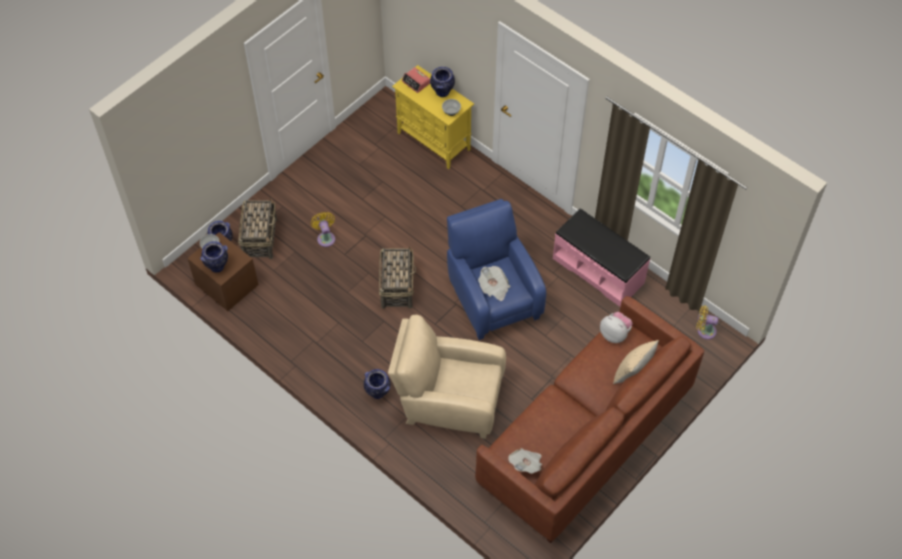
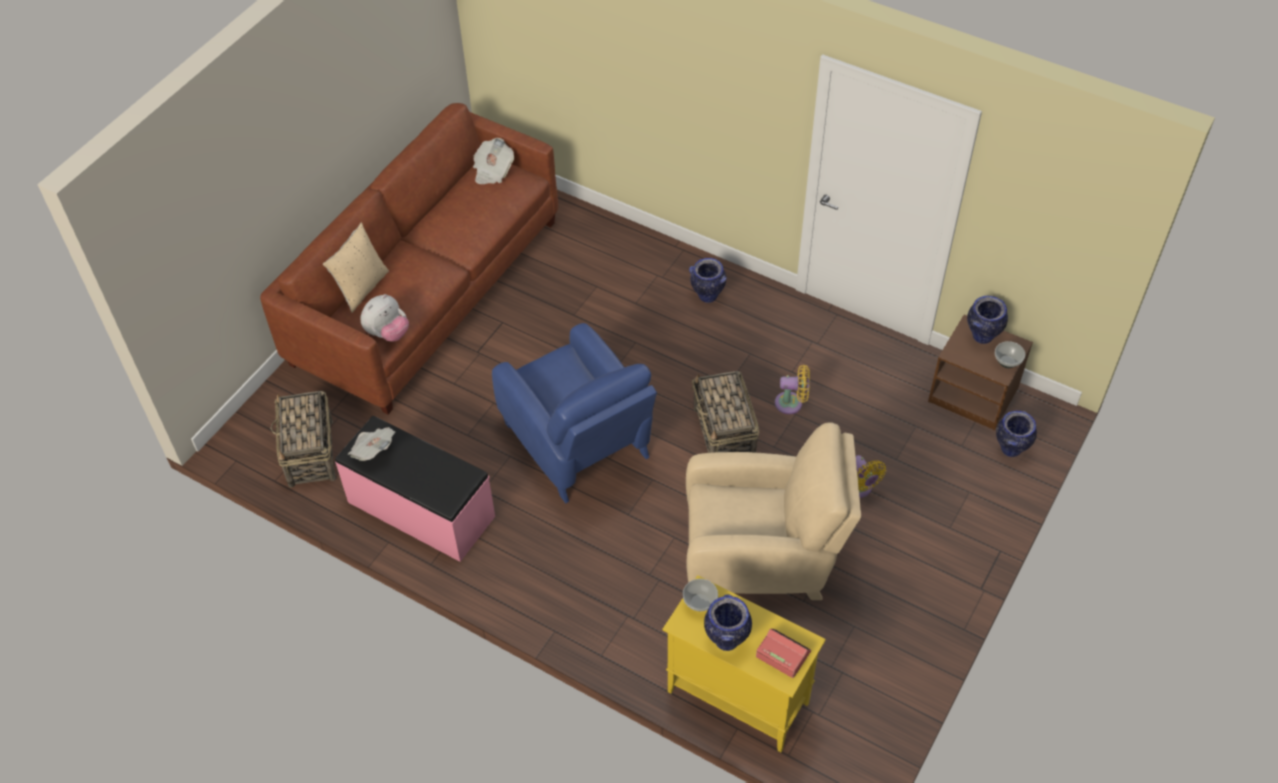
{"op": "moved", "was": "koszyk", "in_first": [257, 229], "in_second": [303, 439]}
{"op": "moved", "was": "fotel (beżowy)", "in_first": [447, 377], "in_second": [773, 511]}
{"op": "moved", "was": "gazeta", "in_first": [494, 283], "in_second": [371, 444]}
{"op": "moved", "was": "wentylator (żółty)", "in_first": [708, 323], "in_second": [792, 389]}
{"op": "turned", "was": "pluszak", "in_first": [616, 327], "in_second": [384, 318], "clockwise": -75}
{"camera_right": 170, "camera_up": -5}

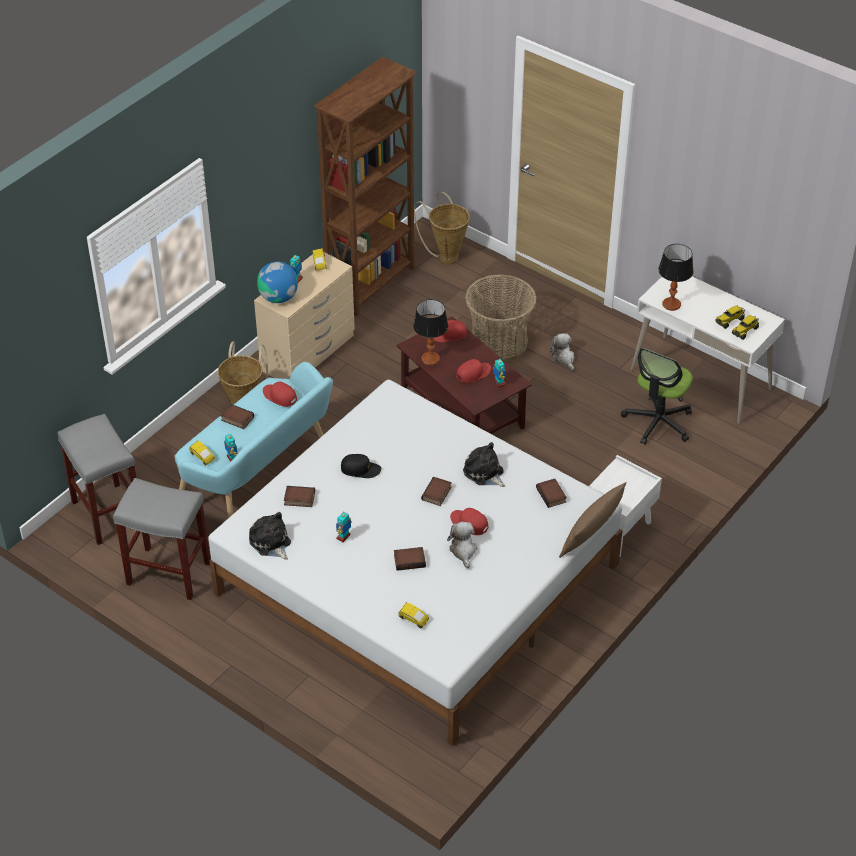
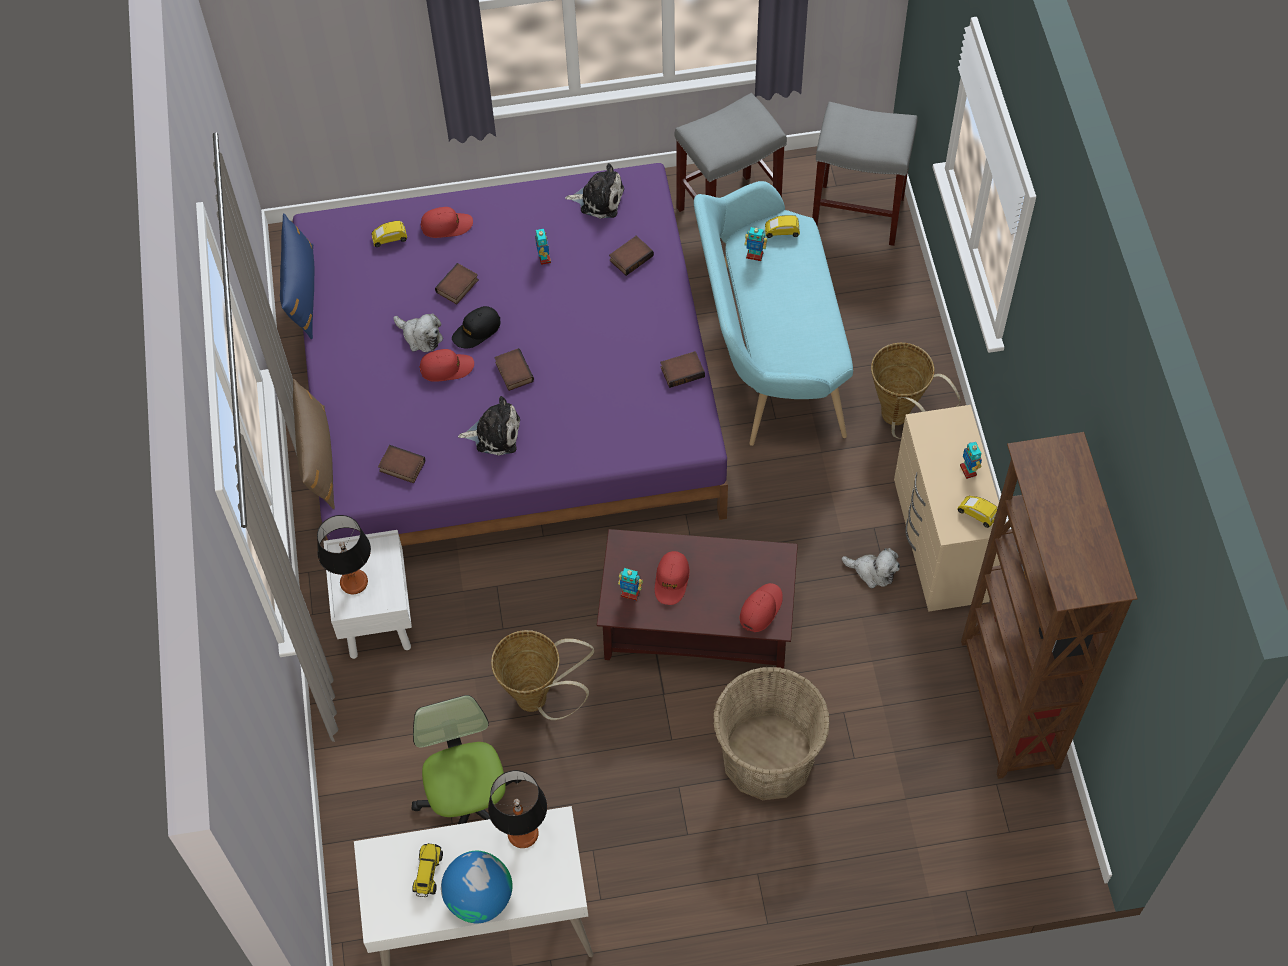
{"op": "removed", "was": "ciężarówka zabawkowa", "in_first": [745, 327]}
{"op": "added", "now": "poduszka (niebieski)", "in_second": [297, 276]}
{"op": "moved", "was": "książka", "in_first": [237, 416], "in_second": [682, 369]}
{"op": "moved", "was": "globus", "in_first": [277, 282], "in_second": [477, 887]}
{"op": "moved", "was": "czapka z daszkiem (czerwony)", "in_first": [280, 394], "in_second": [446, 222]}
{"op": "moved", "was": "czapka z daszkiem (czarny)", "in_first": [361, 466], "in_second": [476, 327]}
{"op": "moved", "was": "lampa stołowa", "in_first": [430, 332], "in_second": [344, 554]}
{"op": "moved", "was": "koszyk", "in_first": [442, 228], "in_second": [542, 675]}
{"op": "moved", "was": "pluszak", "in_first": [562, 352], "in_second": [871, 568]}
{"op": "recoloured", "was": "łóżko (biały)", "now": "łóżko (fioletowy)", "in_first": [415, 563], "in_second": [510, 354]}
{"camera_right": 135, "camera_up": 15}

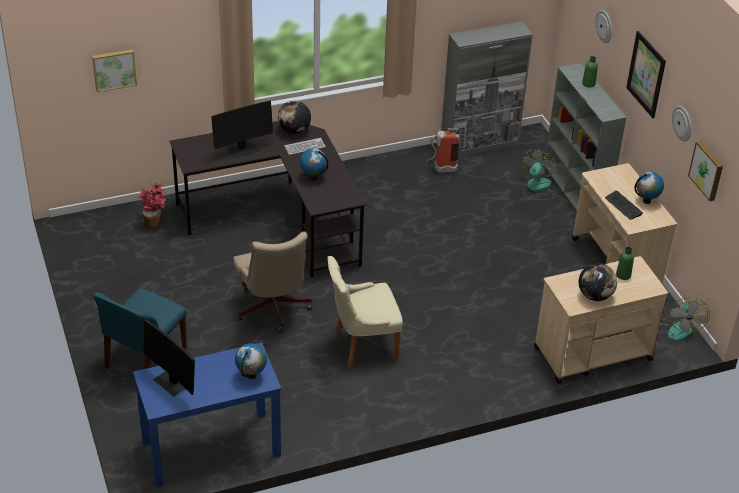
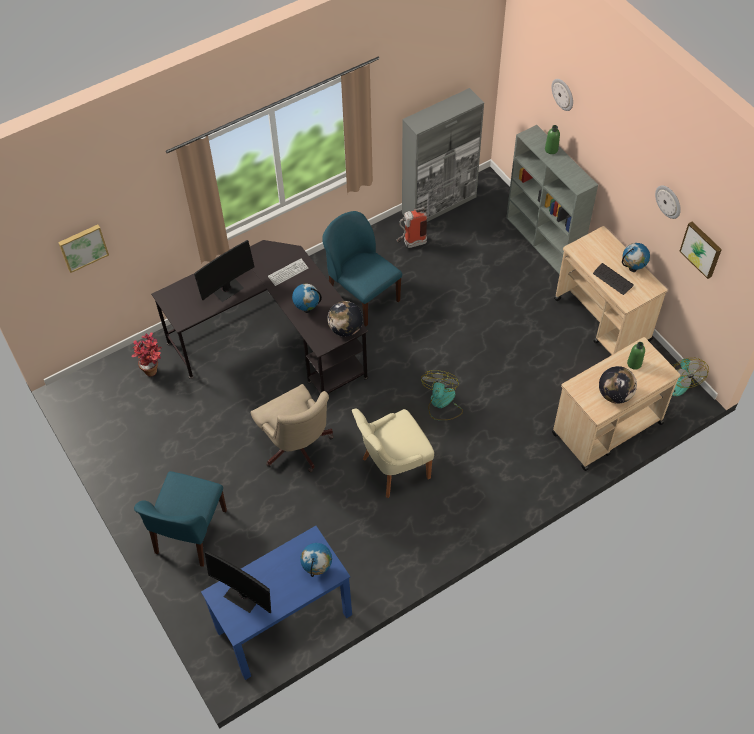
{"op": "removed", "was": "obraz", "in_first": [646, 74]}
{"op": "added", "now": "krzesło (niebieski)", "in_second": [362, 268]}
{"op": "moved", "was": "globus", "in_first": [294, 117], "in_second": [345, 319]}
{"op": "moved", "was": "wentylator", "in_first": [539, 174], "in_second": [442, 395]}
{"camera_right": -10, "camera_up": 15}

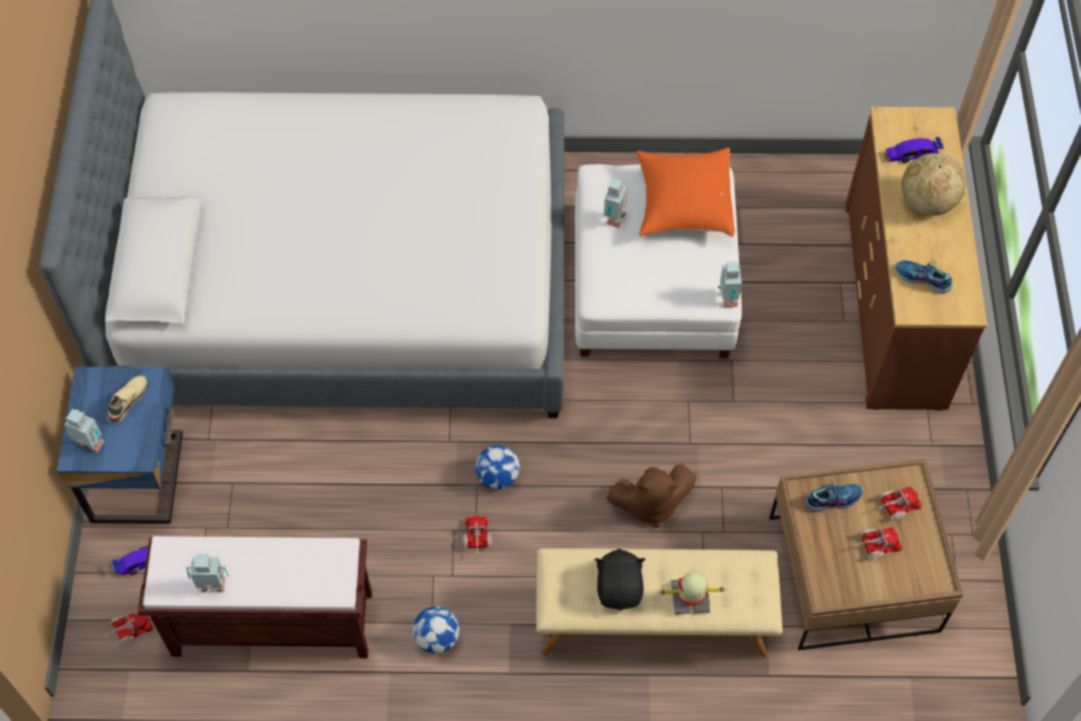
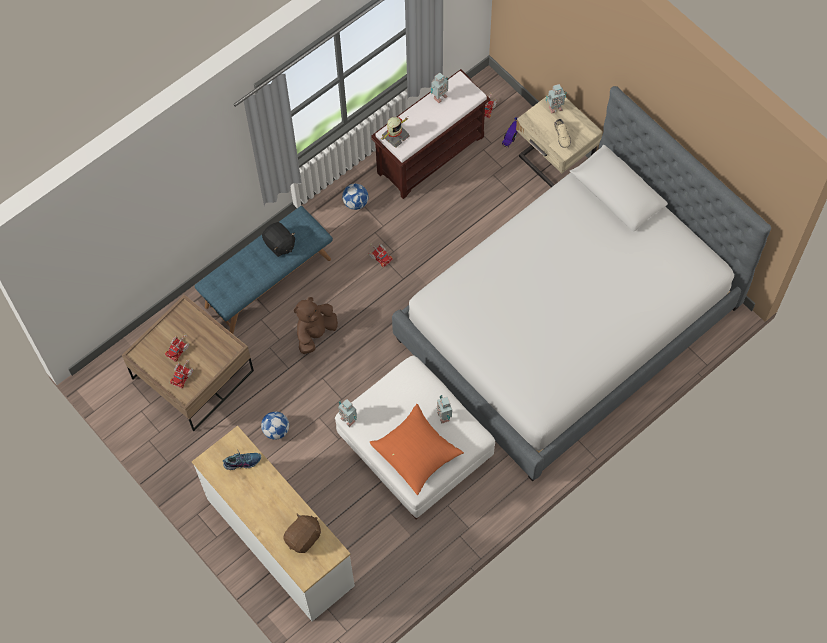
{"op": "removed", "was": "but", "in_first": [833, 495]}
{"op": "removed", "was": "globus", "in_first": [934, 184]}
{"op": "moved", "was": "piłka futbolowa", "in_first": [497, 467], "in_second": [275, 426]}
{"op": "moved", "was": "robot zabawkowy", "in_first": [692, 593], "in_second": [395, 132]}
{"op": "replaced", "was": "samochodzik", "now": "pluszak (brązowy)", "in_first": [914, 150], "in_second": [302, 533]}
{"op": "recoloured", "was": "szafka nocna (niebieski)", "now": "szafka nocna (beżowy)", "in_first": [120, 445], "in_second": [559, 141]}
{"op": "recoloured", "was": "ławka (beżowy)", "now": "ławka (niebieski)", "in_first": [659, 602], "in_second": [264, 270]}
{"op": "recoloured", "was": "komoda (brązowy)", "now": "komoda (biały)", "in_first": [916, 258], "in_second": [273, 523]}
{"camera_right": 140, "camera_up": 5}

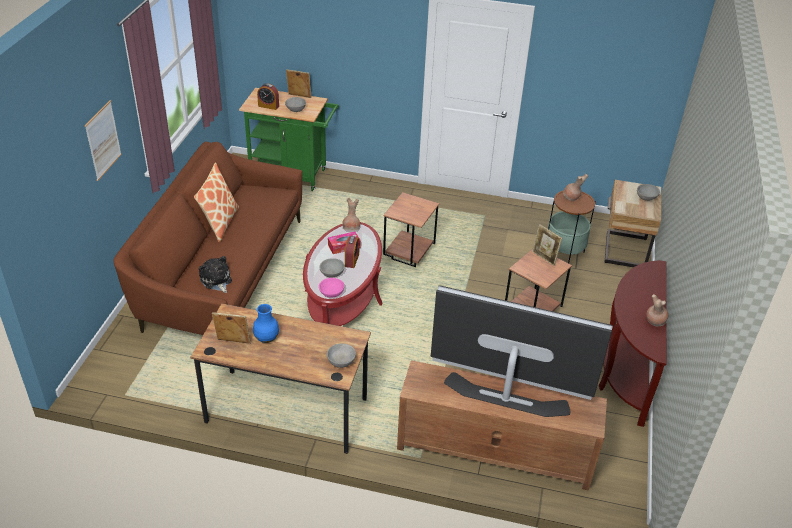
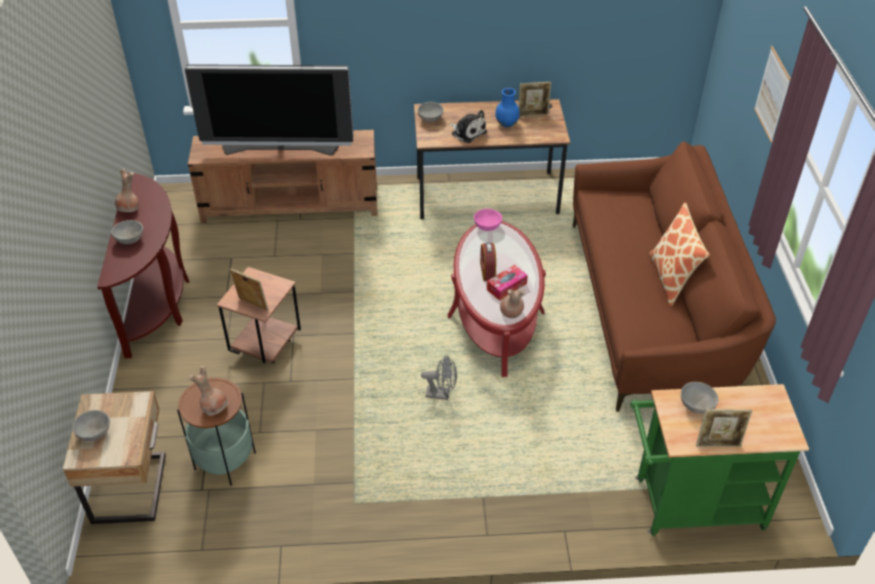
{"op": "removed", "was": "budzik", "in_first": [268, 96]}
{"op": "moved", "was": "pluszak", "in_first": [215, 274], "in_second": [468, 126]}
{"op": "moved", "was": "miska (szary)", "in_first": [332, 268], "in_second": [127, 232]}
{"op": "replaced", "was": "stolik (brązowy)", "now": "wentylator (szary)", "in_first": [411, 229], "in_second": [439, 377]}
{"camera_right": 165, "camera_up": 5}

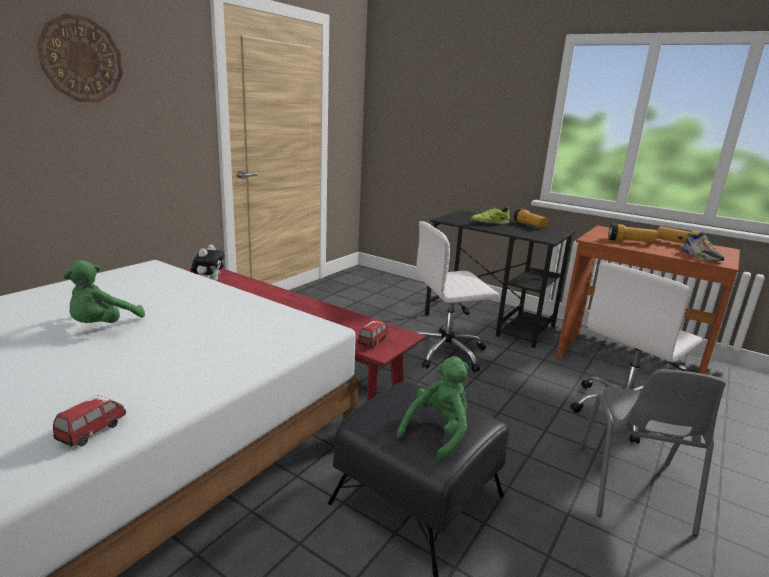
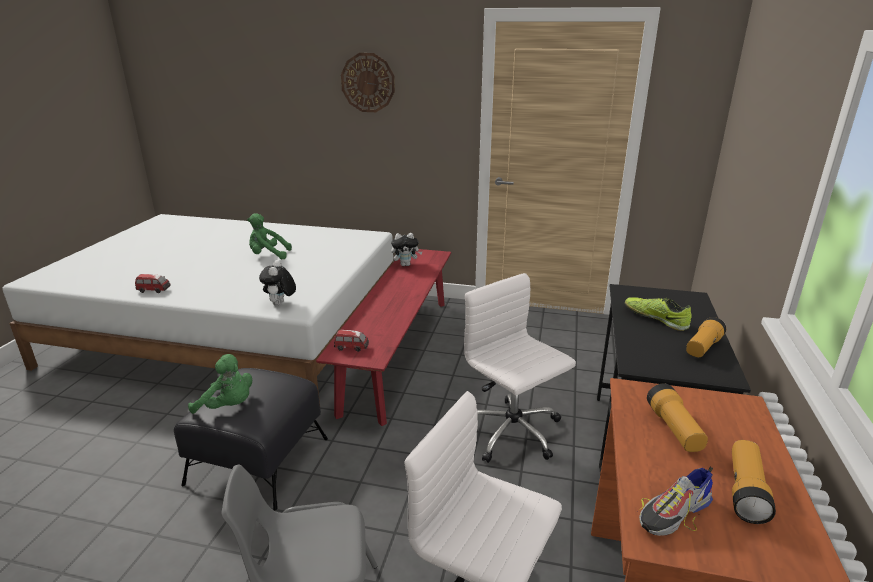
{"op": "added", "now": "pluszak", "in_second": [277, 283]}
{"camera_right": 70, "camera_up": 5}

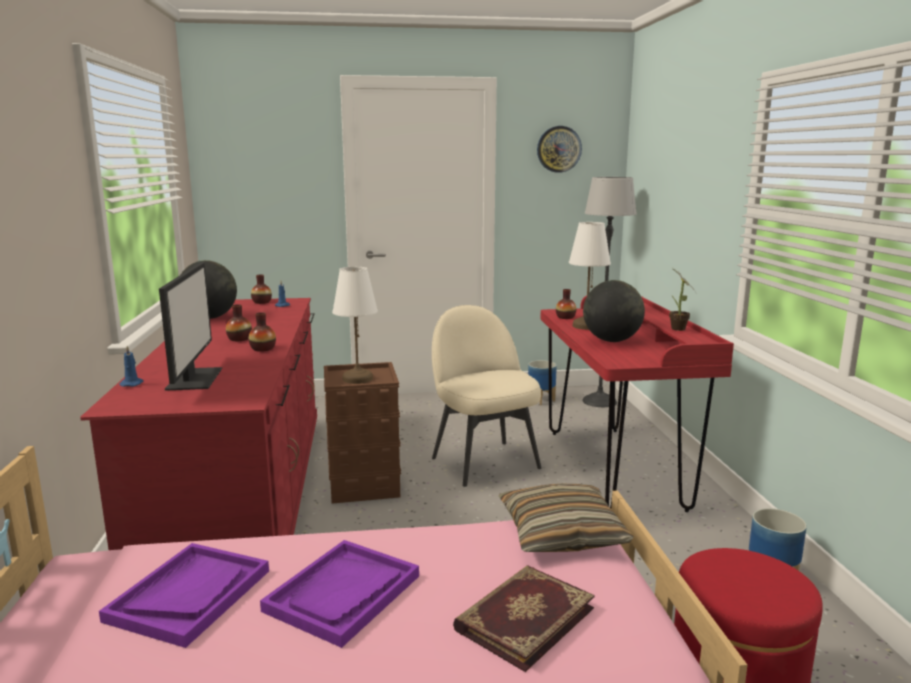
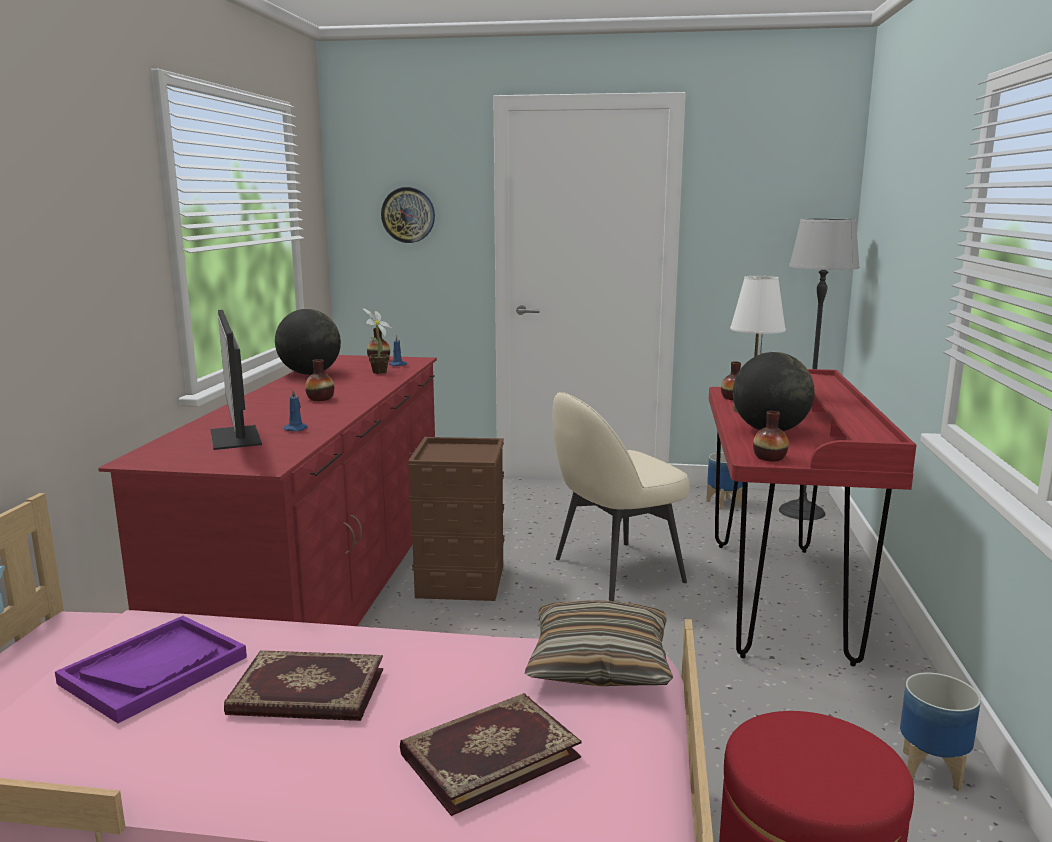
{"op": "removed", "was": "lampa stołowa (biały)", "in_first": [355, 325]}
{"op": "moved", "was": "świeca (niebieski)", "in_first": [131, 366], "in_second": [296, 410]}
{"op": "moved", "was": "wazon", "in_first": [262, 332], "in_second": [771, 436]}
{"op": "moved", "was": "zegar ścienny", "in_first": [559, 149], "in_second": [408, 215]}
{"op": "moved", "was": "roślina doniczkowa", "in_first": [683, 299], "in_second": [377, 341]}
{"op": "replaced", "was": "taca (fioletowy)", "now": "książka", "in_first": [339, 594], "in_second": [303, 685]}
{"op": "turned", "was": "monitor", "in_first": [190, 327], "in_second": [236, 380], "clockwise": 150}
{"op": "turned", "was": "krzesło (beżowy)", "in_first": [486, 396], "in_second": [621, 496], "clockwise": -105}
{"camera_right": 15, "camera_up": 0}

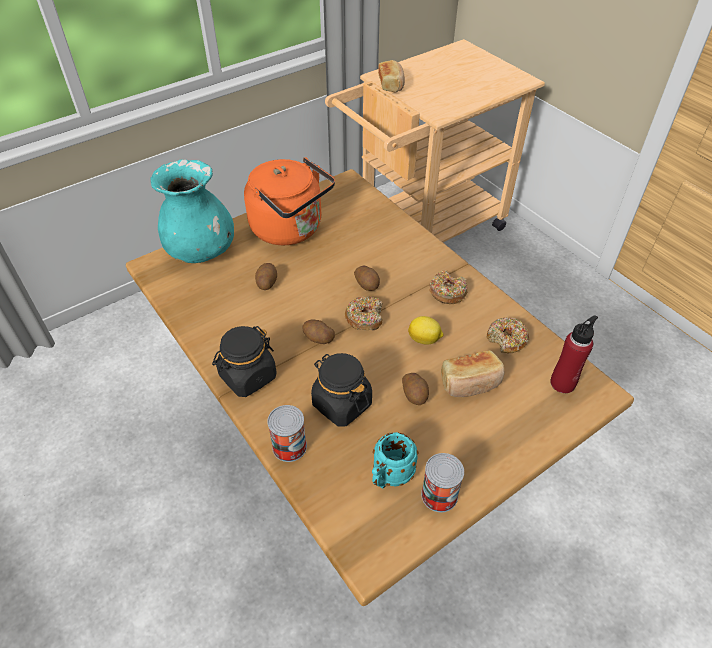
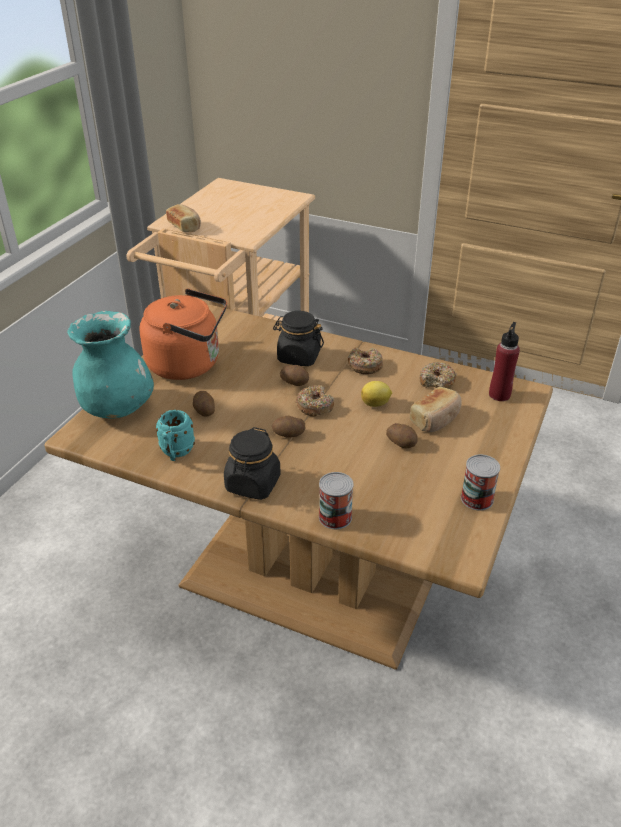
{"op": "moved", "was": "słoik (czarny)", "in_first": [341, 390], "in_second": [298, 338]}
{"op": "moved", "was": "kubek (turkusowy)", "in_first": [395, 460], "in_second": [175, 435]}
{"camera_right": -30, "camera_up": -10}

